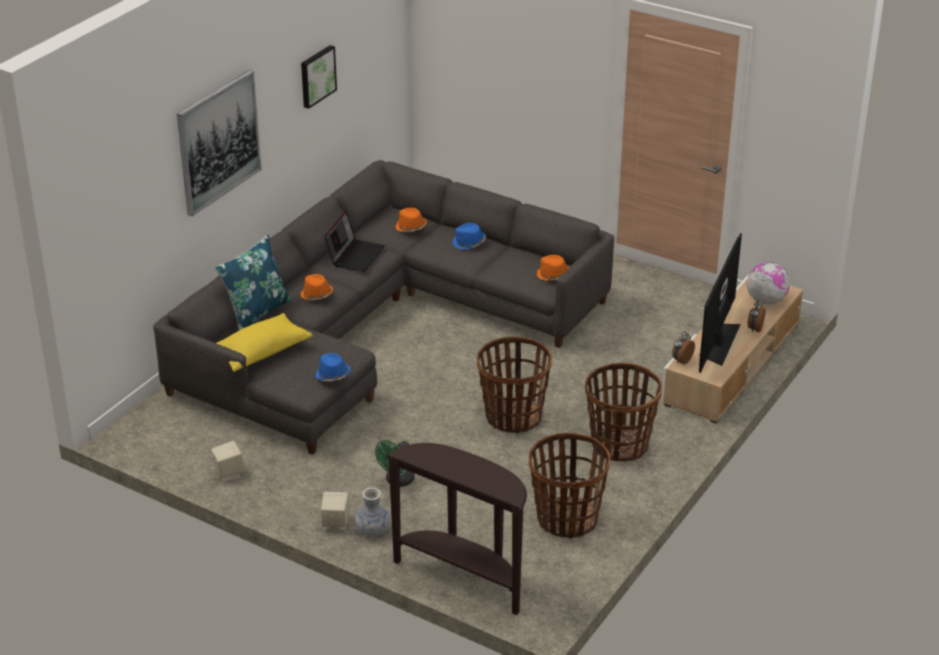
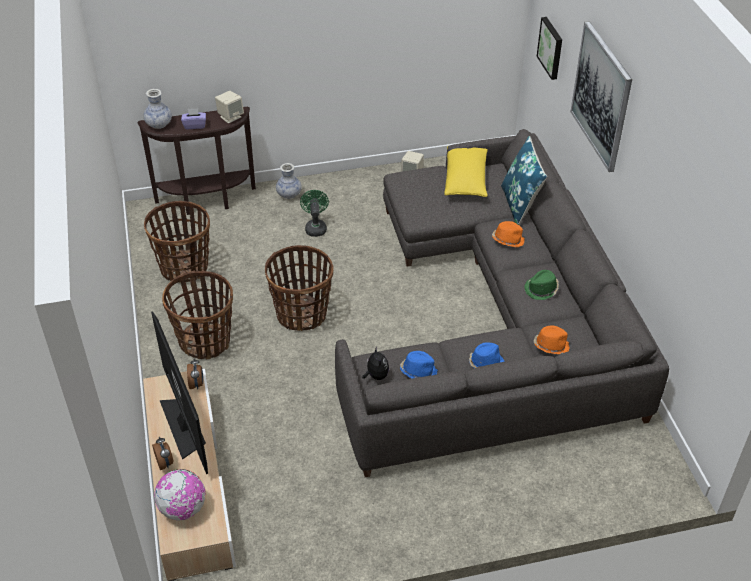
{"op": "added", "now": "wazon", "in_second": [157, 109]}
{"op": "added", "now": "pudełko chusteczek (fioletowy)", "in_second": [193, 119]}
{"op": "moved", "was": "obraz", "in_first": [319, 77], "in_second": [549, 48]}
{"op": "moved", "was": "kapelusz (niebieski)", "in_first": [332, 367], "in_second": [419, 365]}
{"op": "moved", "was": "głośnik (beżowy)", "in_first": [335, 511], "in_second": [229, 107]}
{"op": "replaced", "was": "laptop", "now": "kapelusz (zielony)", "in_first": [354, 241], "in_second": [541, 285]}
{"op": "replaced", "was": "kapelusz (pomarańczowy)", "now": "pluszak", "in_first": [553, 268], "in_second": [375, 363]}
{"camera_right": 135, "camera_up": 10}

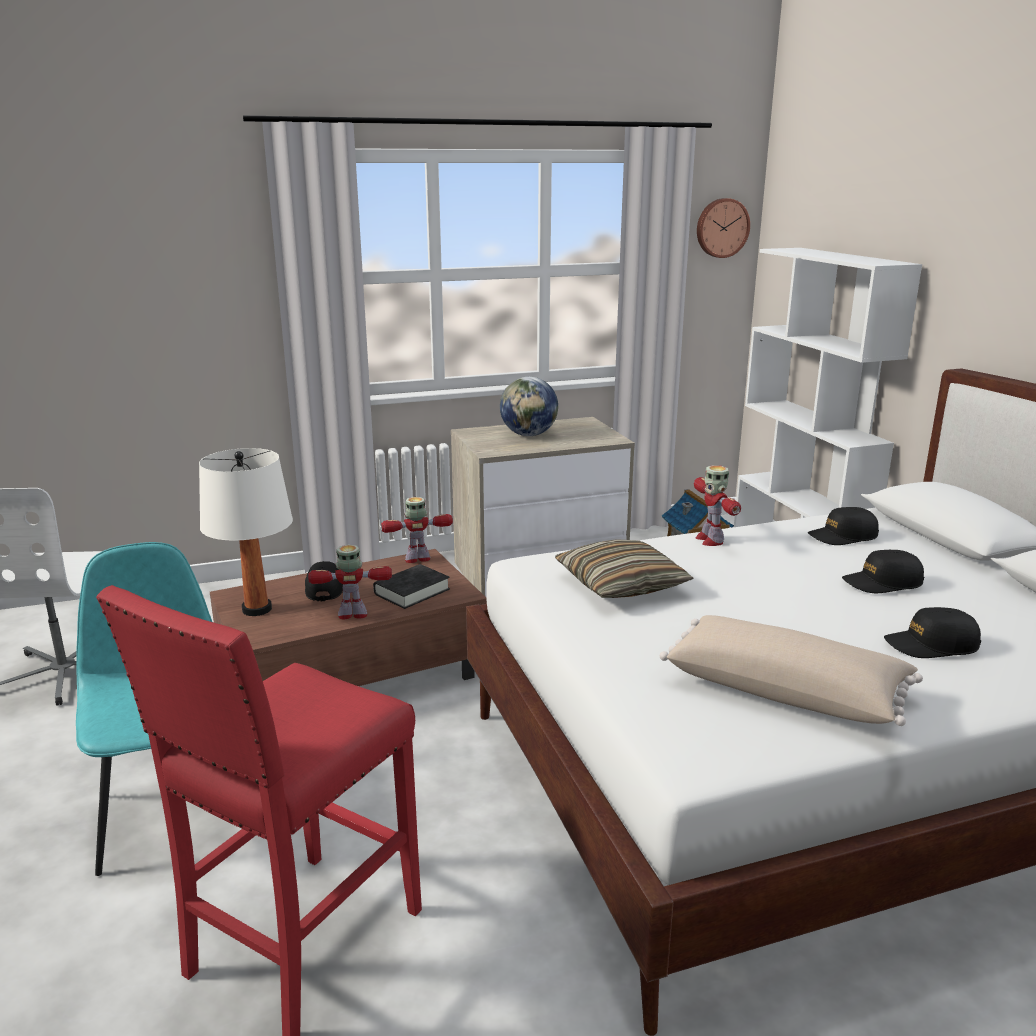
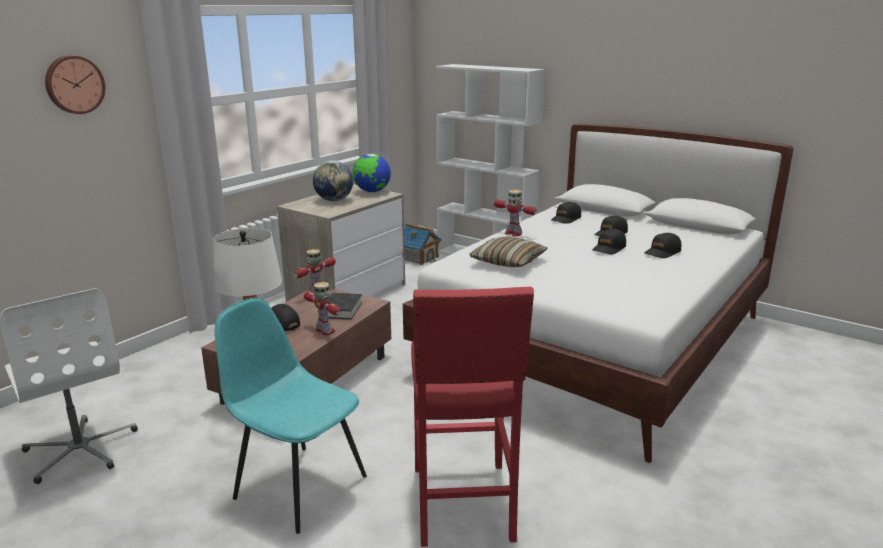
{"op": "removed", "was": "poduszka (beżowy)", "in_first": [791, 670]}
{"op": "added", "now": "globus", "in_second": [371, 173]}
{"op": "added", "now": "czapka z daszkiem (czarny)", "in_second": [609, 241]}
{"op": "moved", "was": "zegar ścienny", "in_first": [723, 228], "in_second": [75, 84]}
{"op": "turned", "was": "robot zabawkowy", "in_first": [350, 582], "in_second": [322, 308], "clockwise": 90}
{"camera_right": -35, "camera_up": 0}

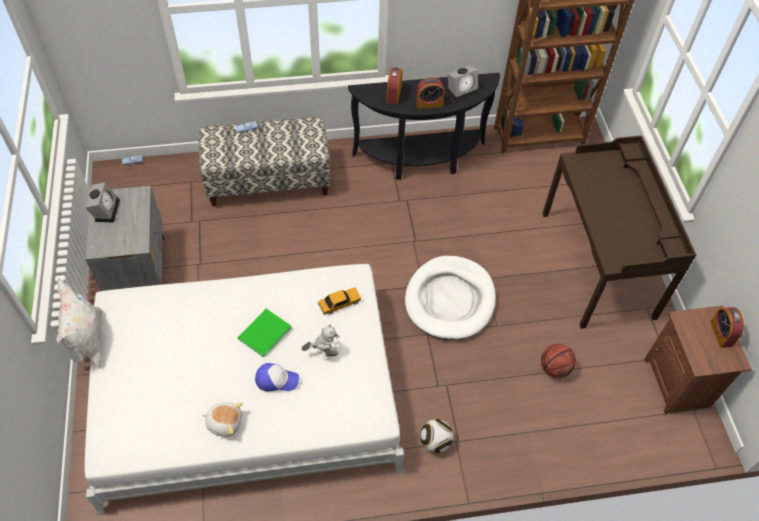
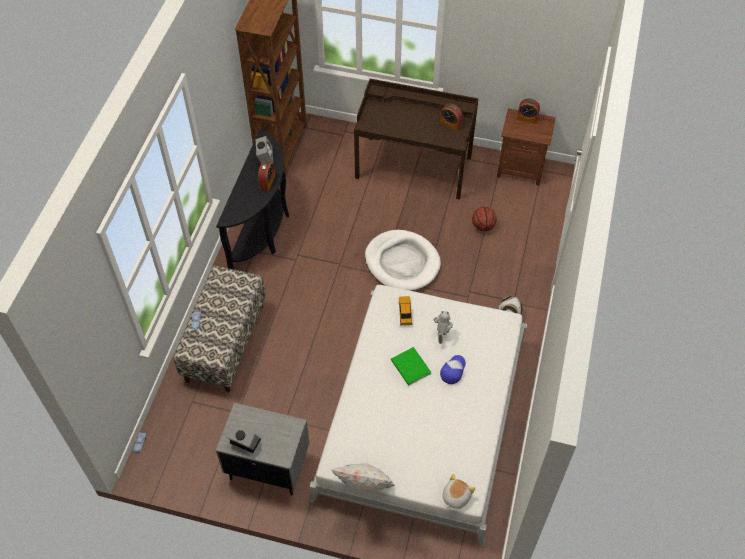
{"op": "moved", "was": "pluszak", "in_first": [222, 419], "in_second": [458, 491]}
{"op": "moved", "was": "budzik", "in_first": [394, 85], "in_second": [451, 117]}
{"camera_right": -65, "camera_up": 0}

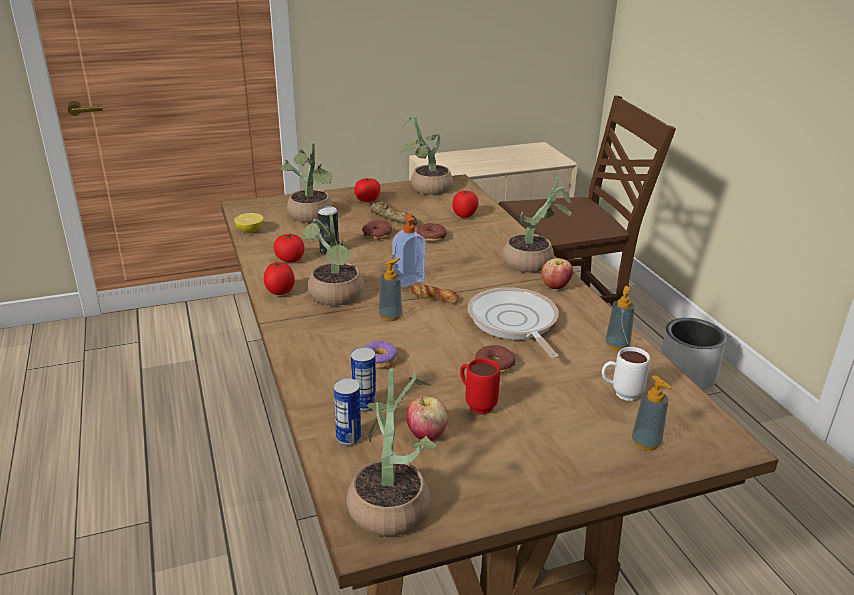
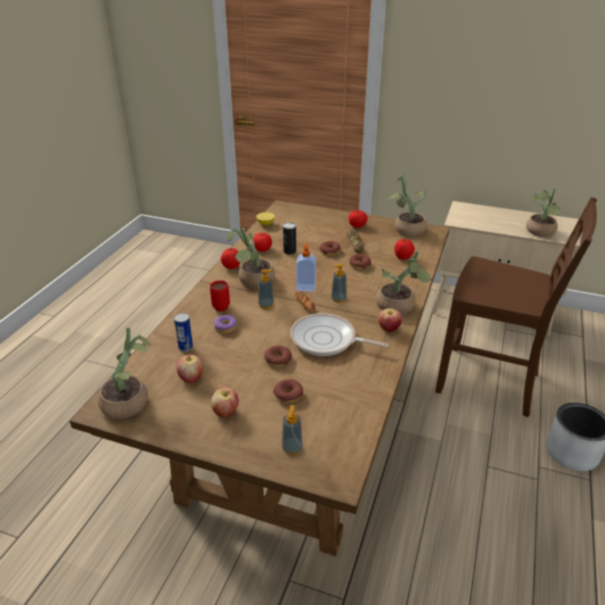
{"op": "removed", "was": "puszka", "in_first": [347, 412]}
{"op": "removed", "was": "kubek (biały)", "in_first": [626, 374]}
{"op": "added", "now": "jabłko", "in_second": [225, 402]}
{"op": "added", "now": "donut", "in_second": [288, 391]}
{"op": "moved", "was": "roślina doniczkowa", "in_first": [307, 182], "in_second": [543, 212]}
{"op": "moved", "was": "kubek (czerwony)", "in_first": [480, 386], "in_second": [220, 296]}
{"op": "moved", "was": "dozownik mydła", "in_first": [620, 318], "in_second": [339, 283]}
{"op": "turned", "was": "patelnia", "in_first": [513, 323], "in_second": [339, 334], "clockwise": -90}
{"camera_right": 40, "camera_up": 5}

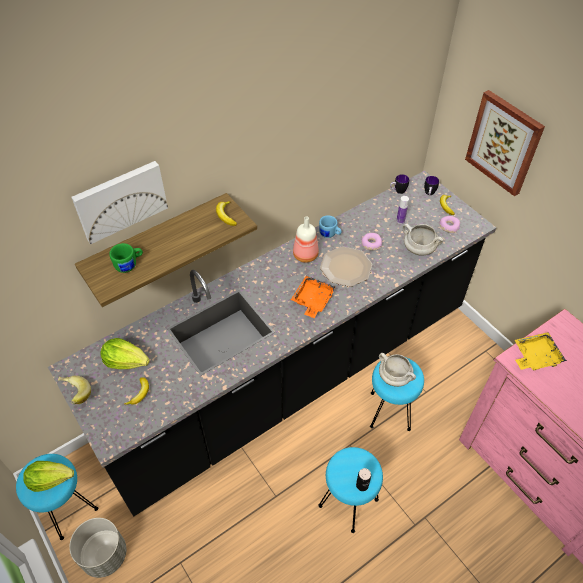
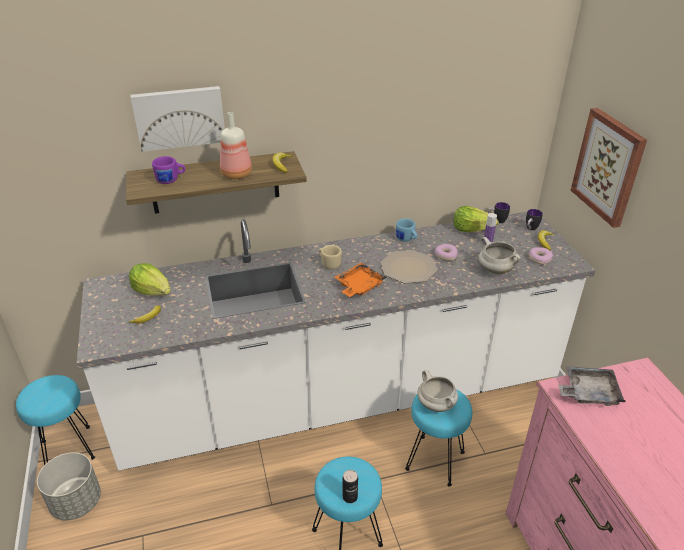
{"op": "removed", "was": "banan", "in_first": [74, 389]}
{"op": "added", "now": "kubek (beżowy)", "in_second": [330, 257]}
{"op": "moved", "was": "sałata", "in_first": [48, 476], "in_second": [476, 219]}
{"op": "moved", "was": "butelka", "in_first": [306, 239], "in_second": [236, 145]}
{"op": "recoloured", "was": "zabudowa kuchenna (czarny)", "now": "zabudowa kuchenna (biały)", "in_first": [272, 344], "in_second": [336, 341]}
{"op": "recoloured", "was": "kubek (zielony)", "now": "kubek (fioletowy)", "in_first": [126, 258], "in_second": [168, 170]}
{"op": "recoloured", "was": "taca (żółty)", "now": "taca (szary)", "in_first": [541, 351], "in_second": [592, 386]}
{"camera_right": 20, "camera_up": -15}

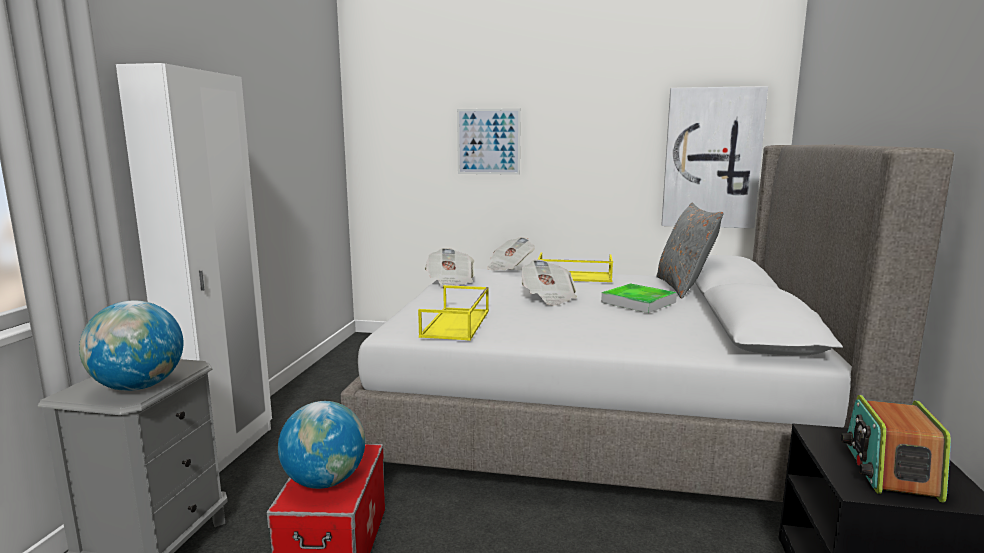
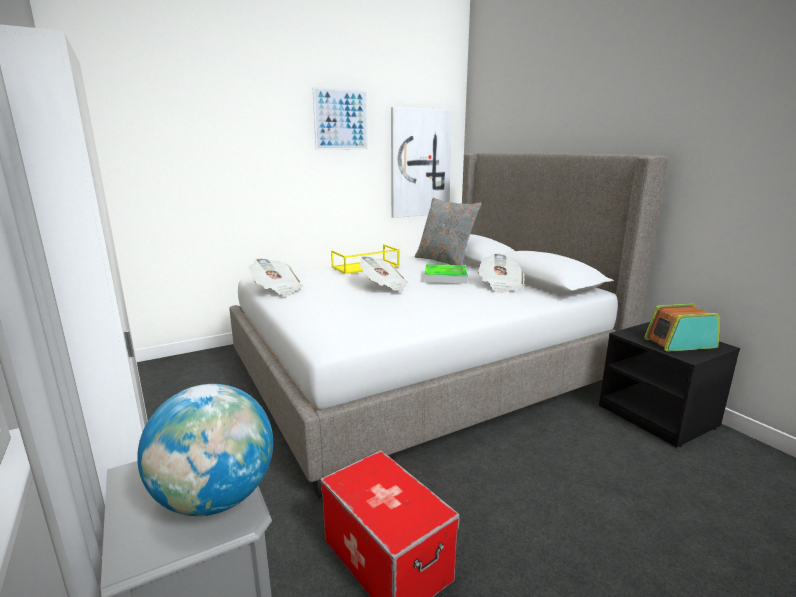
{"op": "removed", "was": "globus", "in_first": [321, 445]}
{"op": "removed", "was": "taca (żółty)", "in_first": [453, 313]}
{"op": "moved", "was": "obraz", "in_first": [489, 141], "in_second": [340, 118]}
{"op": "moved", "was": "gazeta", "in_first": [511, 253], "in_second": [501, 273]}
{"op": "turned", "was": "radio", "in_first": [896, 449], "in_second": [681, 327], "clockwise": 105}
{"camera_right": -40, "camera_up": 5}

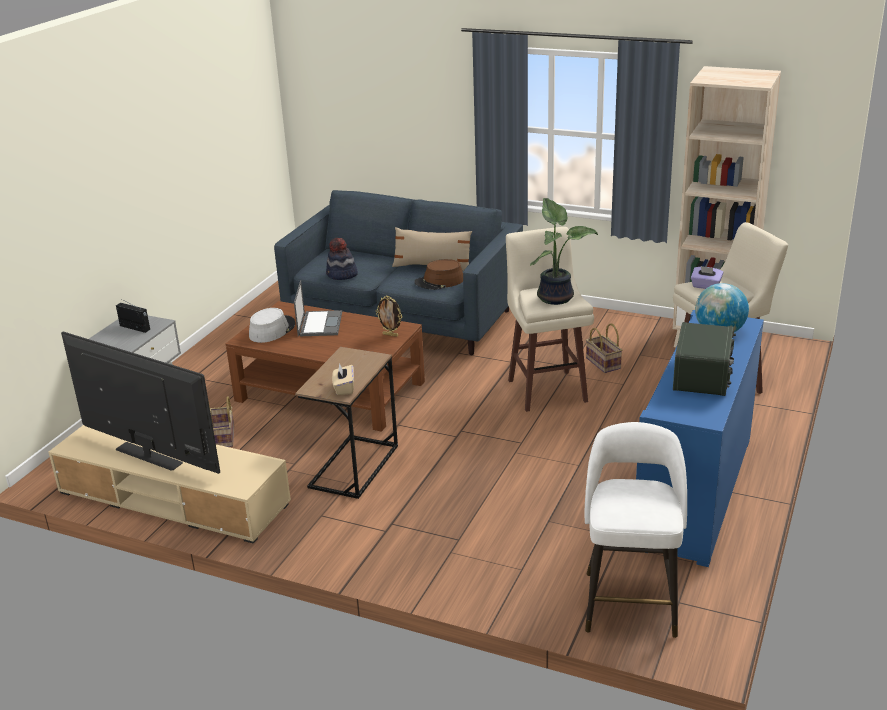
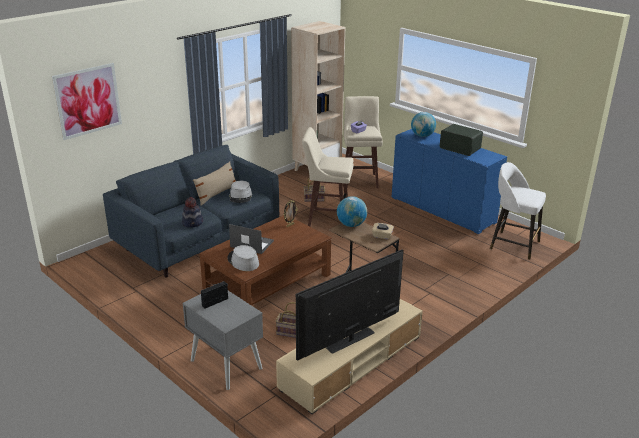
{"op": "removed", "was": "roślina doniczkowa", "in_first": [564, 251]}
{"op": "added", "now": "obraz", "in_second": [87, 101]}
{"op": "added", "now": "globus", "in_second": [352, 211]}
{"op": "recoloured", "was": "kapelusz (brązowy)", "now": "kapelusz (szary)", "in_first": [438, 274], "in_second": [241, 192]}
{"camera_right": -70, "camera_up": 0}

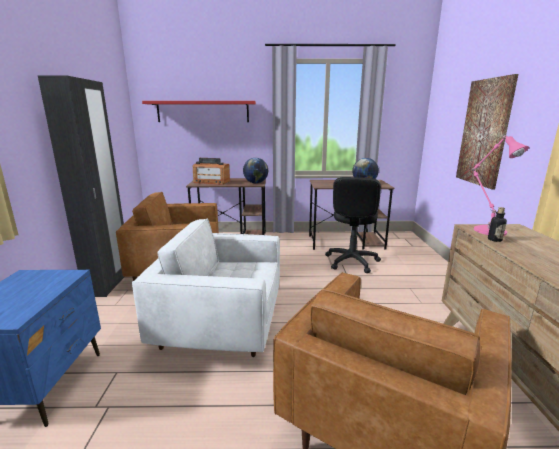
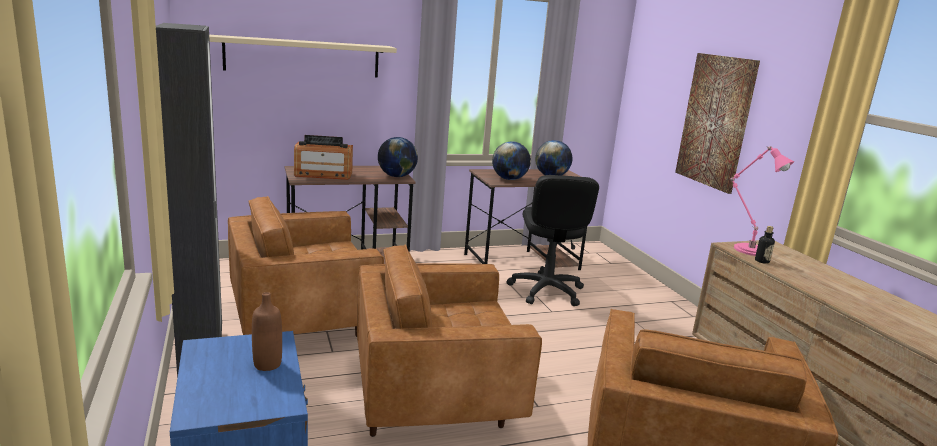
{"op": "added", "now": "butelka (brązowy)", "in_second": [267, 331]}
{"op": "added", "now": "globus", "in_second": [511, 160]}
{"op": "recoloured", "was": "fotel (biały)", "now": "fotel (brązowy)", "in_first": [206, 288], "in_second": [449, 341]}
{"op": "recoloured", "was": "półka (czerwony)", "now": "półka (beżowy)", "in_first": [199, 111], "in_second": [303, 56]}
{"camera_right": -20, "camera_up": 0}

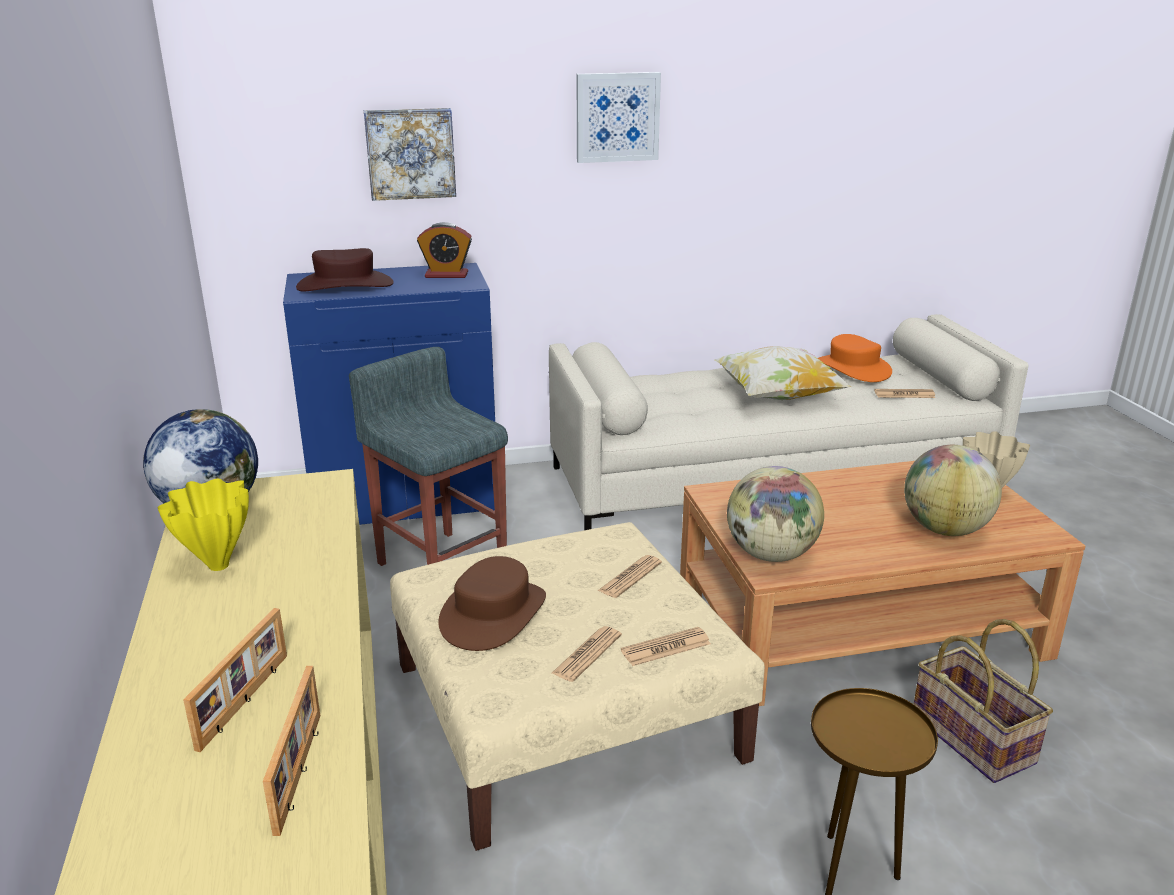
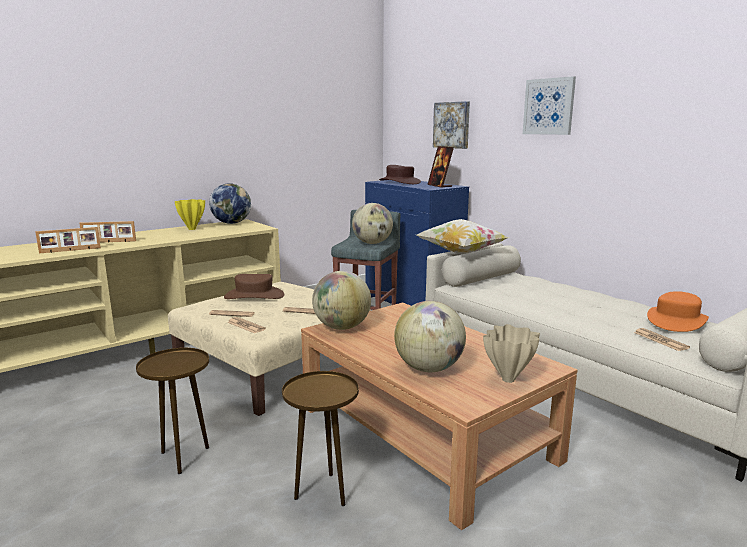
{"op": "added", "now": "globus", "in_second": [372, 223]}
{"op": "moved", "was": "poduszka", "in_first": [782, 373], "in_second": [463, 236]}
{"op": "replaced", "was": "budzik", "now": "ramka na zdjęcie", "in_first": [444, 250], "in_second": [440, 167]}
{"op": "replaced", "was": "koszyk", "now": "stolik (brązowy)", "in_first": [983, 701], "in_second": [320, 438]}
{"camera_right": 65, "camera_up": -10}

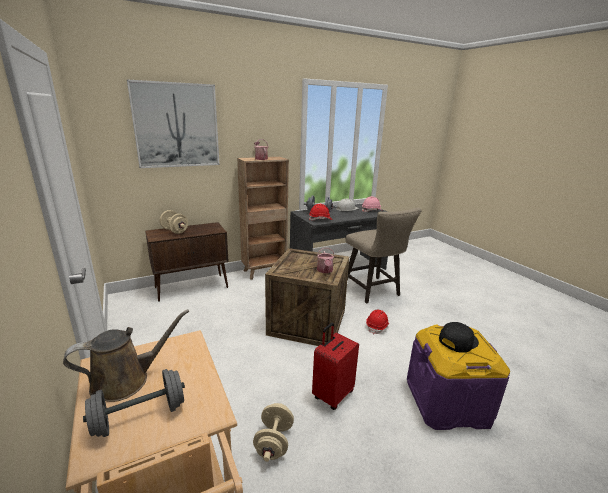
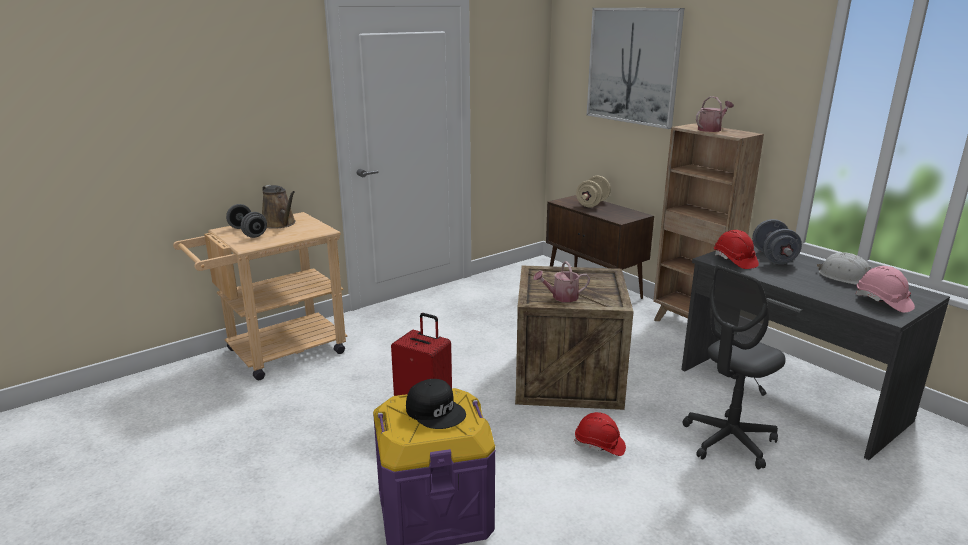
{"op": "removed", "was": "hantel (beżowy)", "in_first": [273, 432]}
{"op": "replaced", "was": "stołek (beżowy)", "now": "krzesło biurowe (szary)", "in_first": [383, 255], "in_second": [734, 367]}
{"camera_right": 80, "camera_up": 0}

